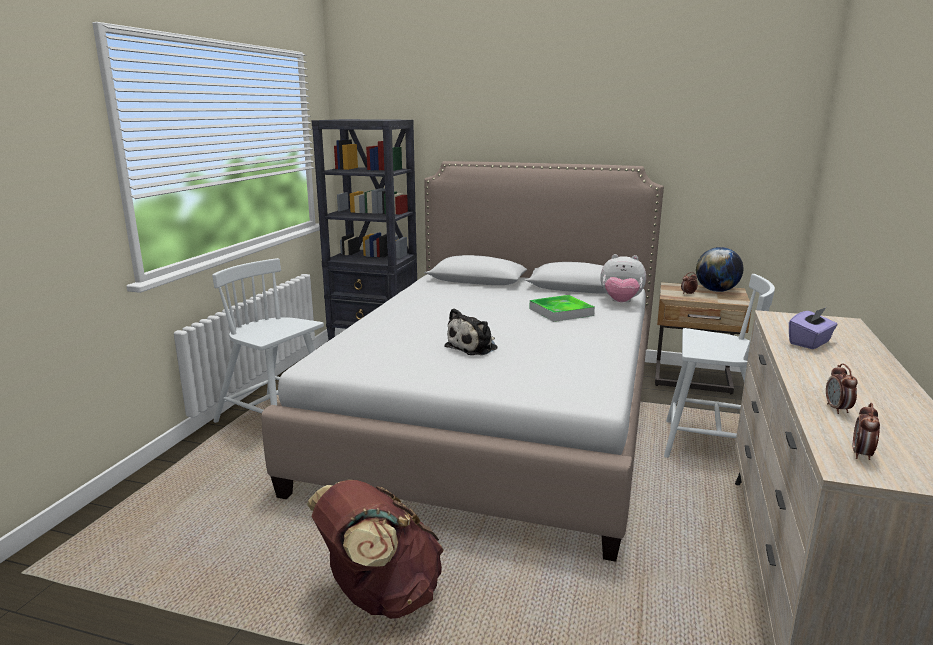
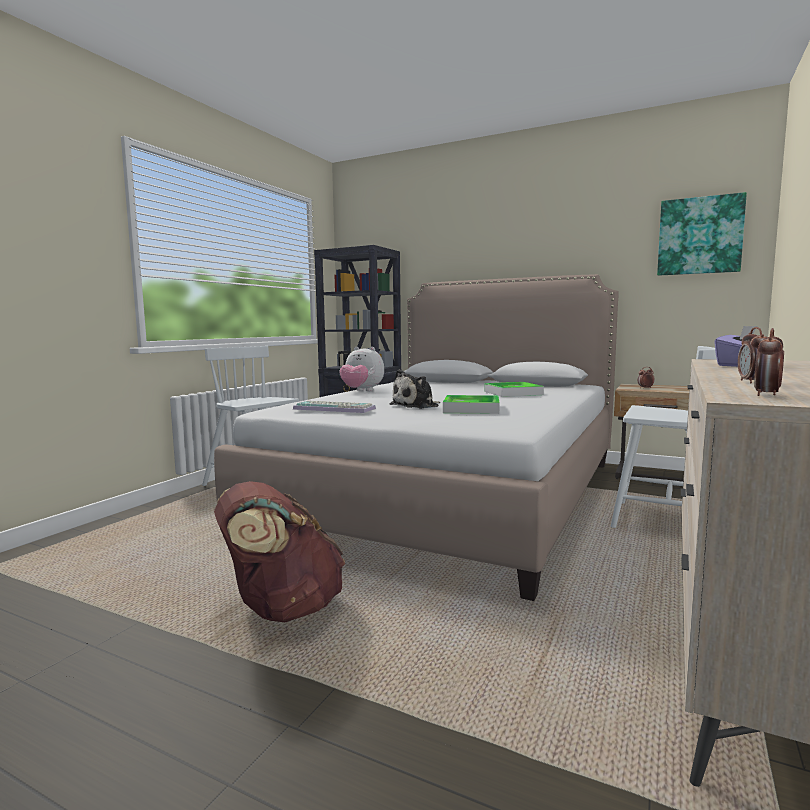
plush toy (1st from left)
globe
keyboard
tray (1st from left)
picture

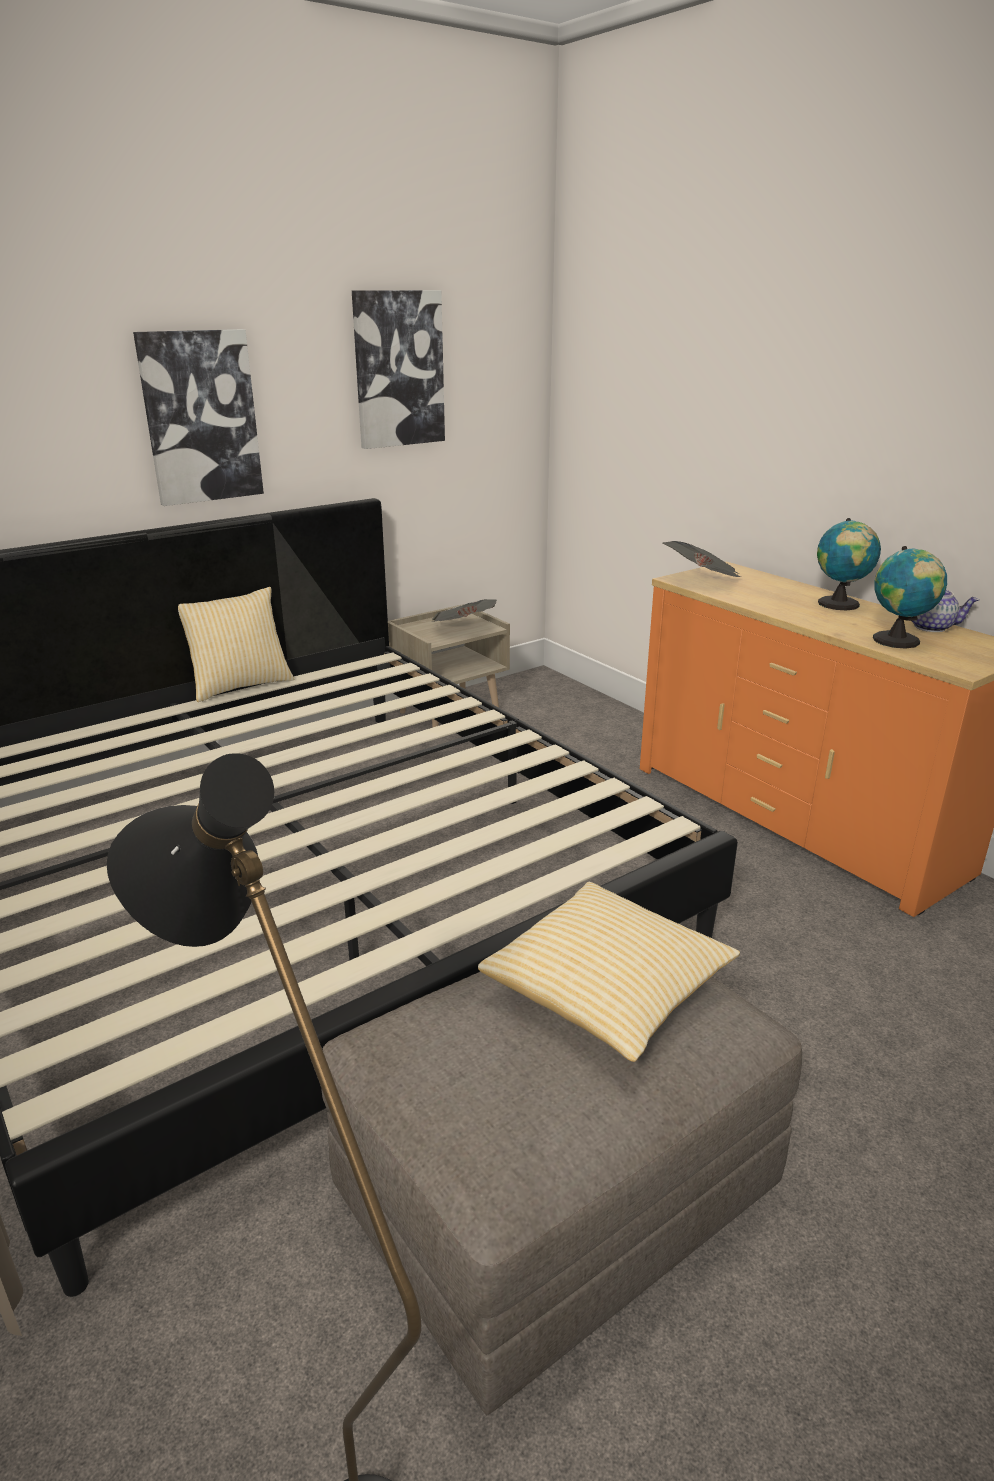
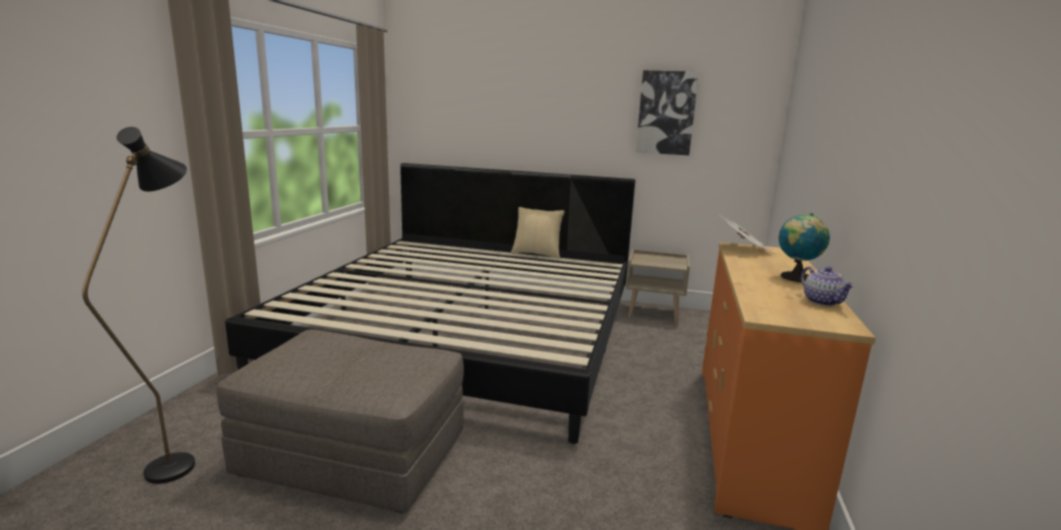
picture (1st from left in the first image)
newspaper (1st from left in the first image)
pillow (2nd from left in the first image)
globe (2nd from left in the first image)

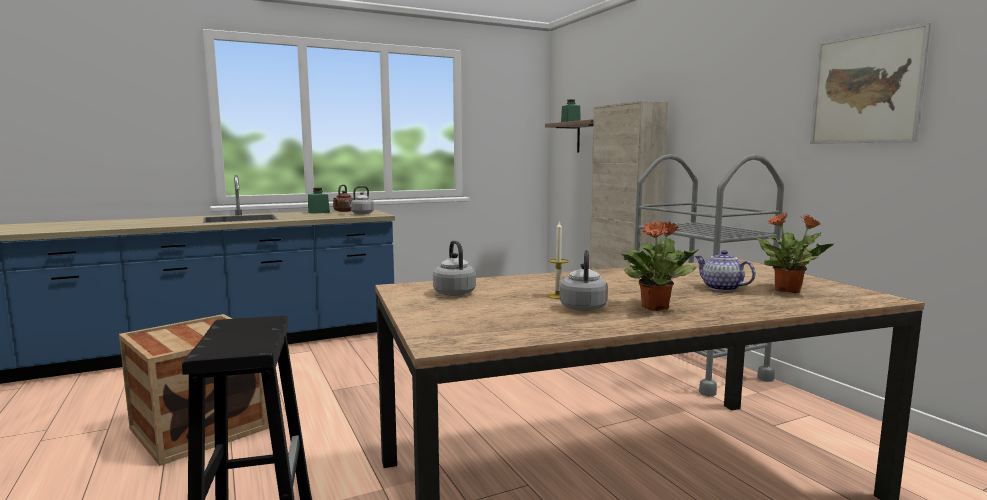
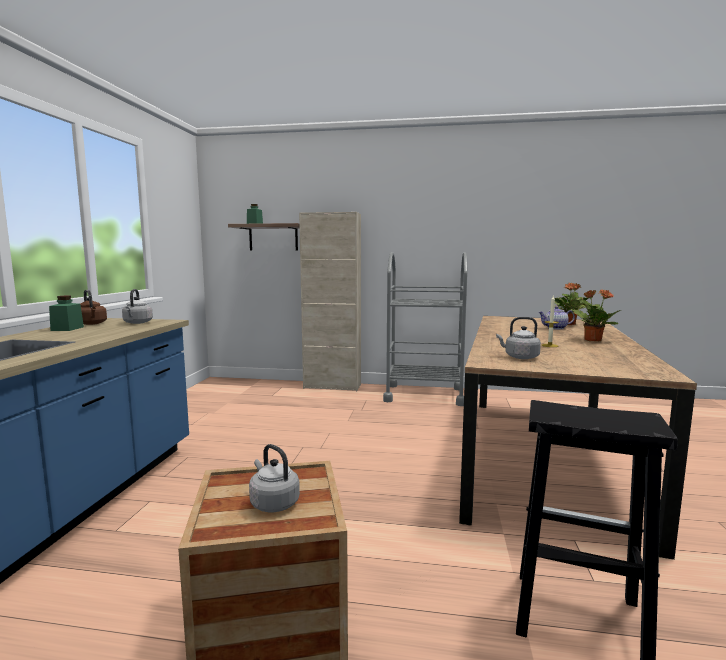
grey kettle (2nd from left)
picture

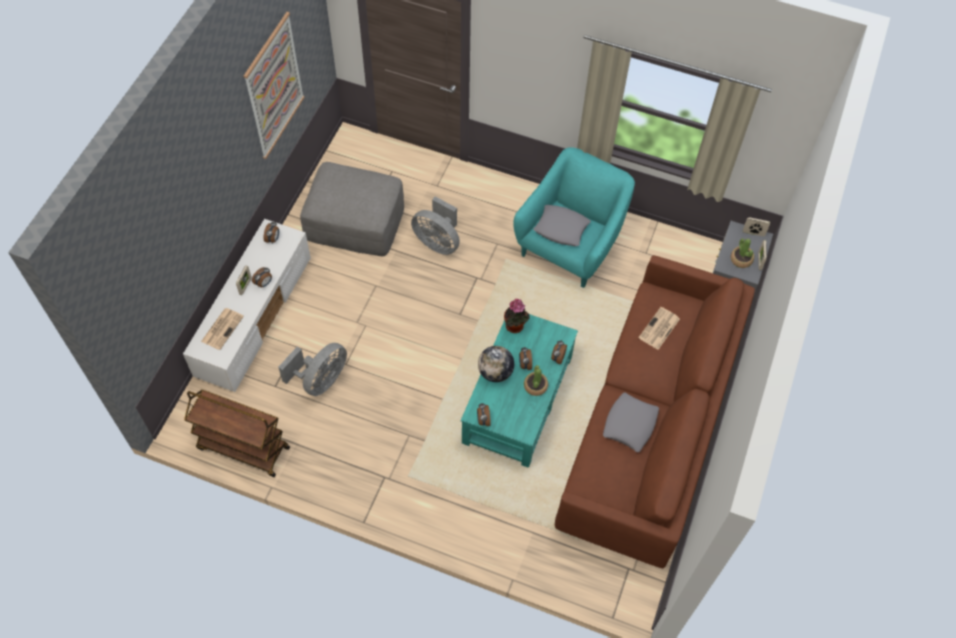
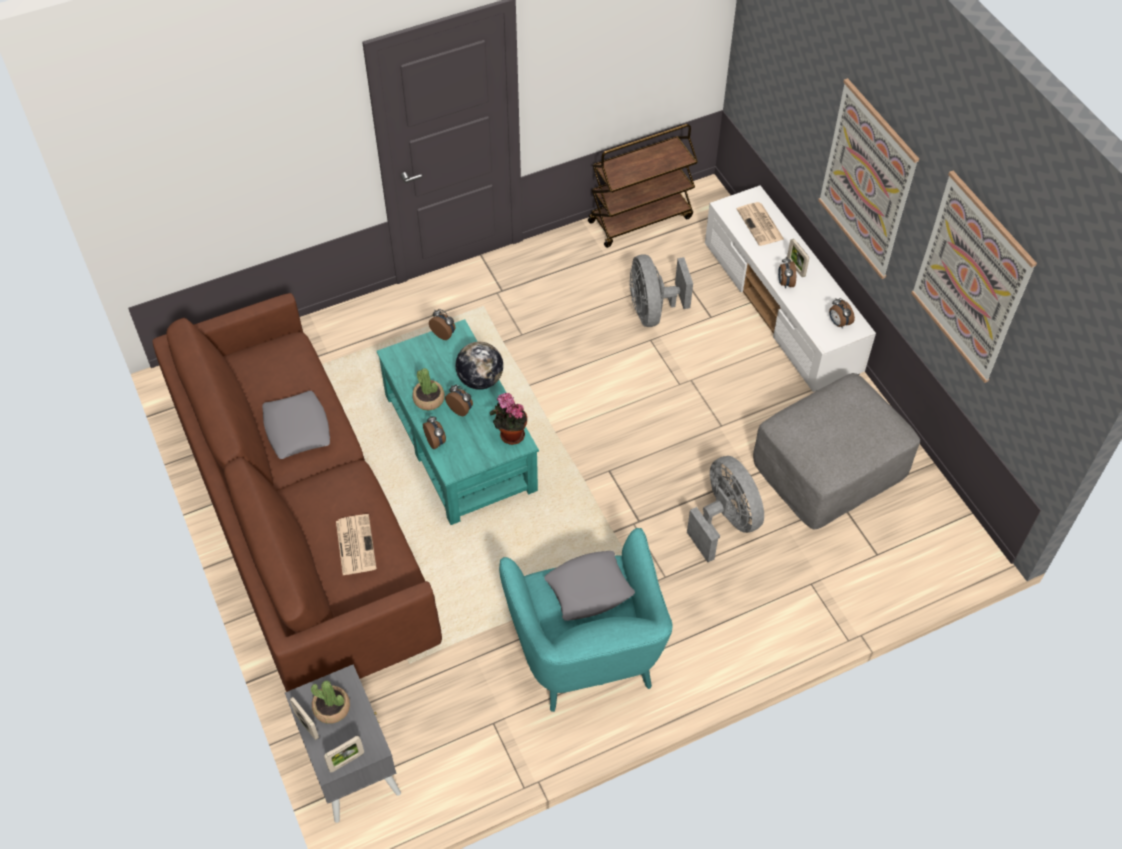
grey fan (2nd from left)
picture (1st from left)

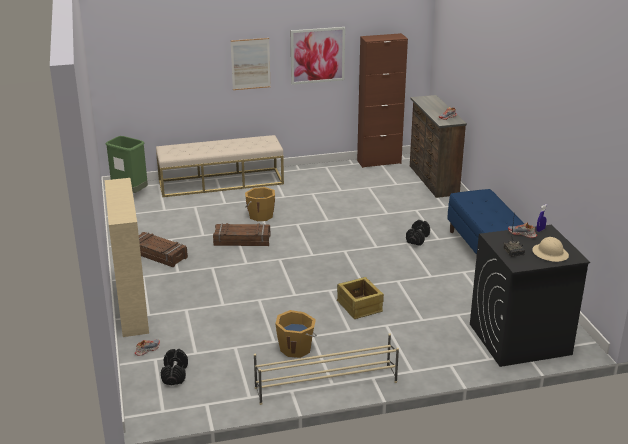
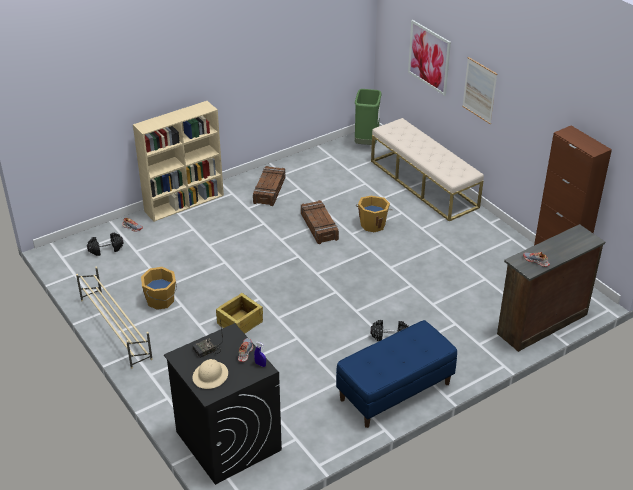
picture (1st from left)

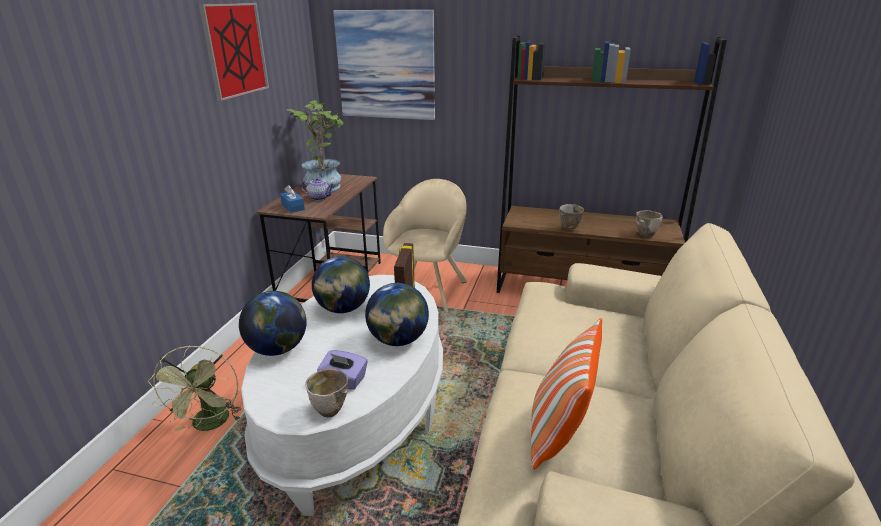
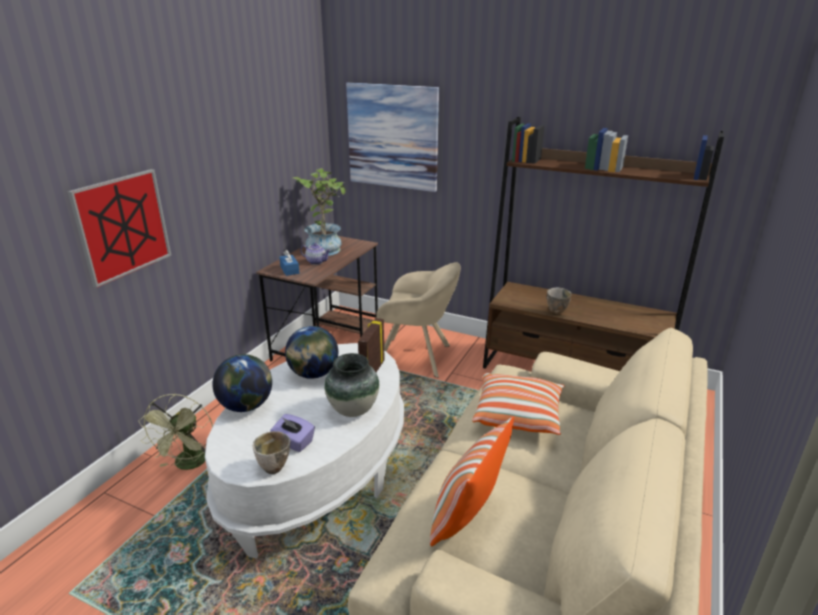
picture (1st from left)
vase
beige armchair
bowl (3rd from left in the first image)
pillow (2nd from left)

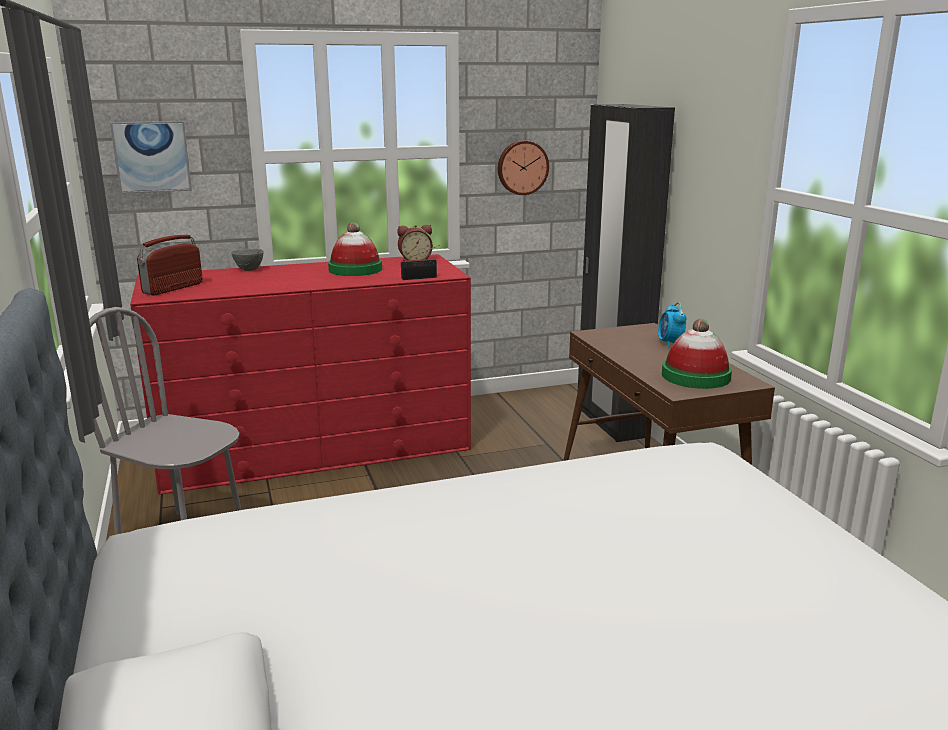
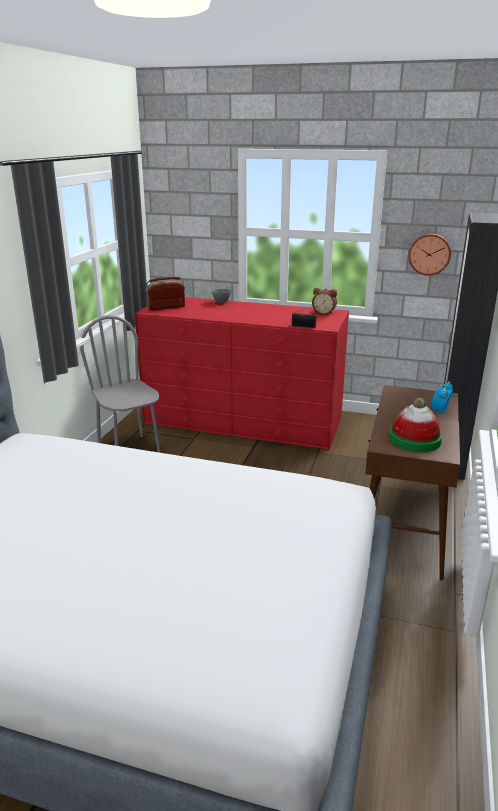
picture
hat (1st from left in the first image)

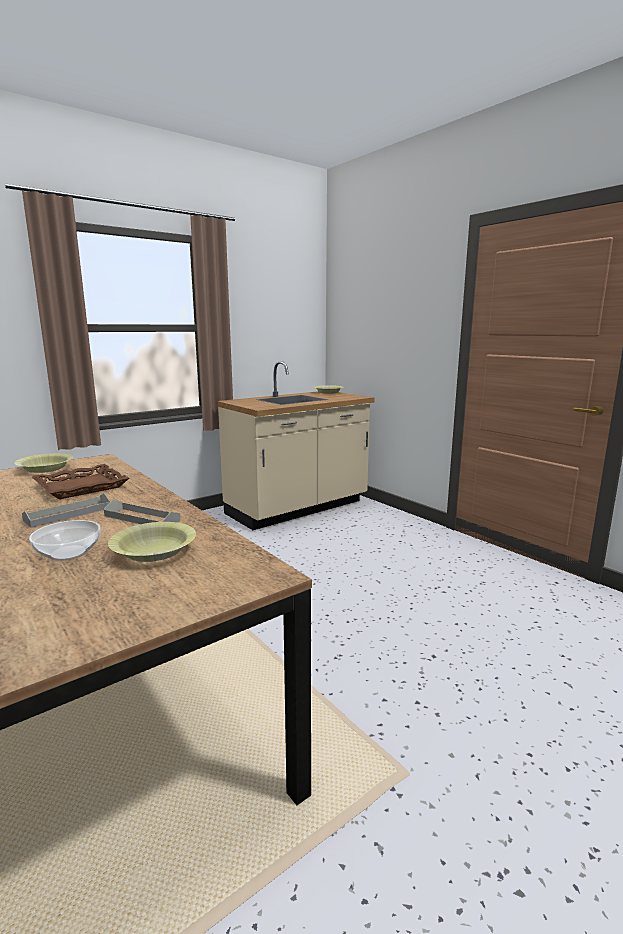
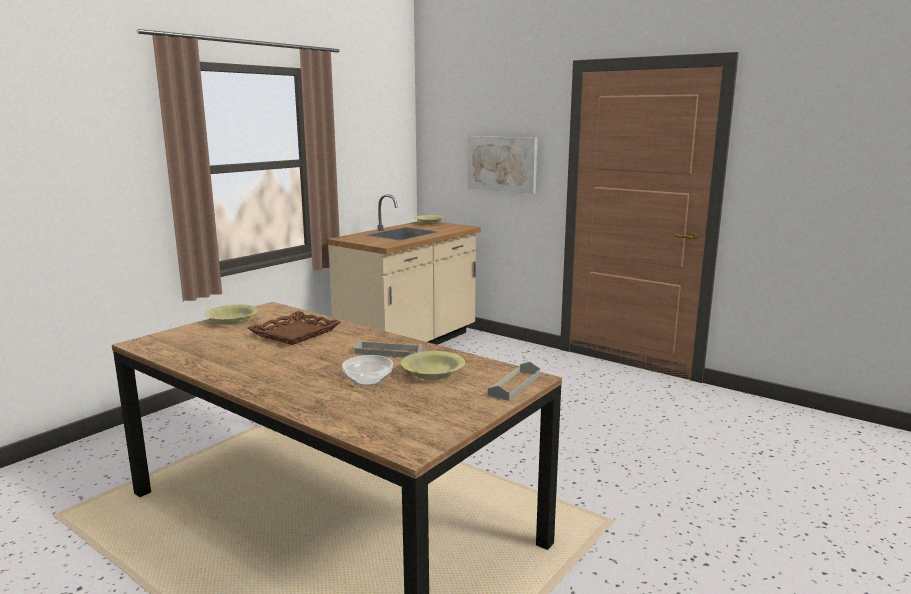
grey tray (2nd from left)
picture

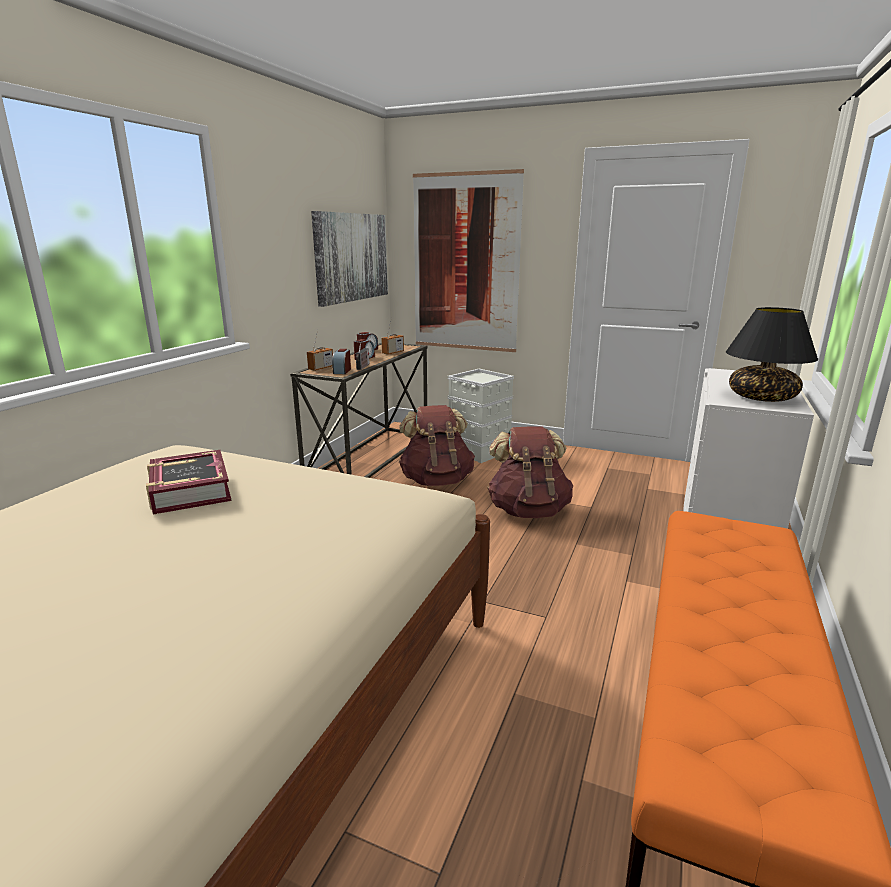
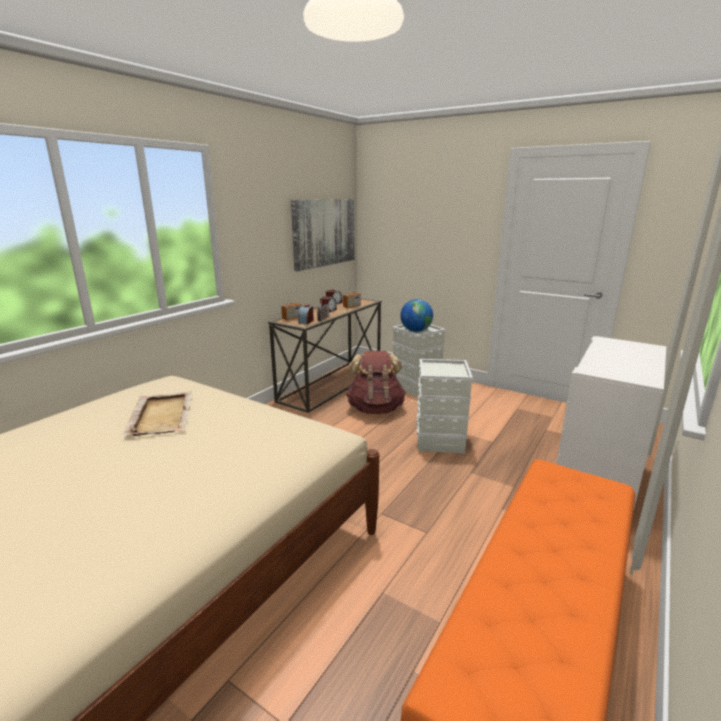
beige tray
picture (2nd from left in the first image)
grey storage box (2nd from left)
black table lamp
globe

